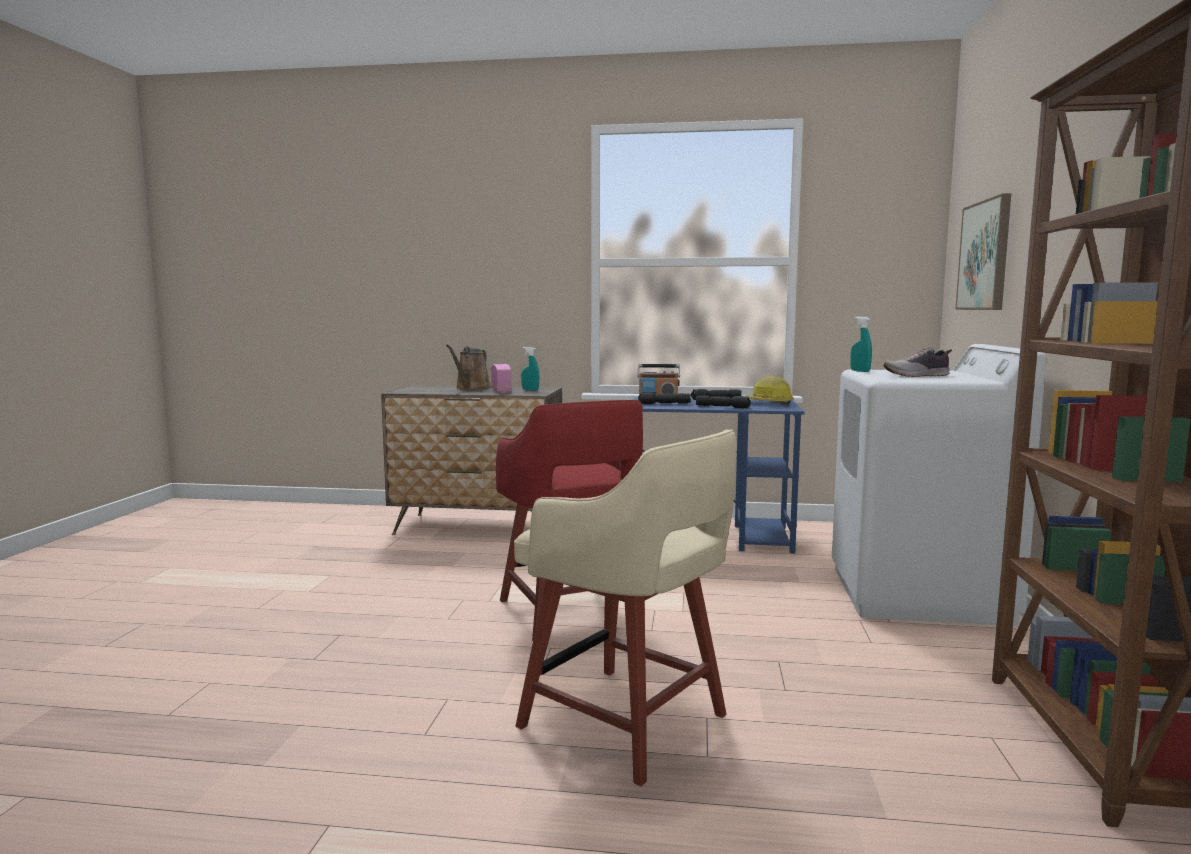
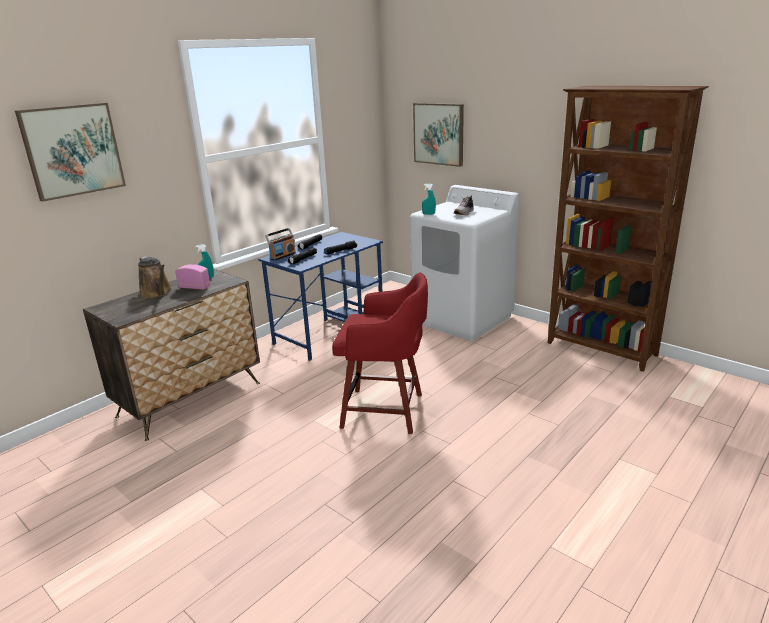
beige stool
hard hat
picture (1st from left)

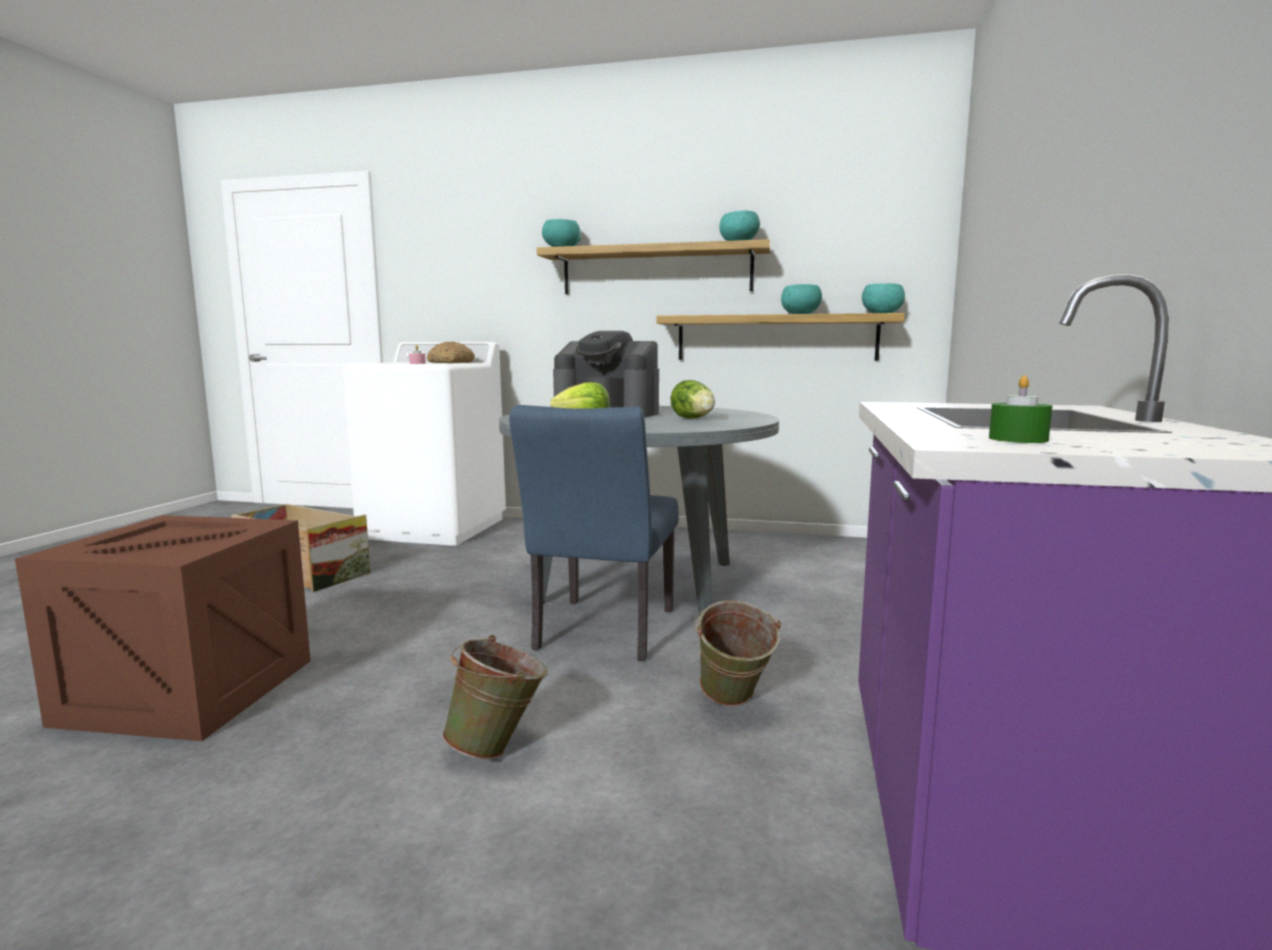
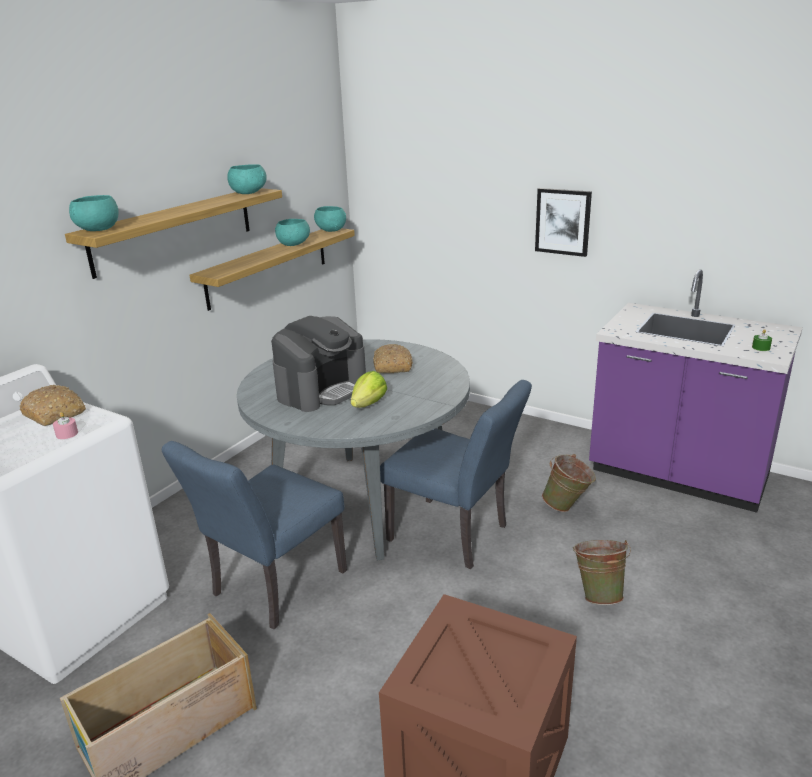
bread (2nd from left)
blue chair (1st from left)
picture

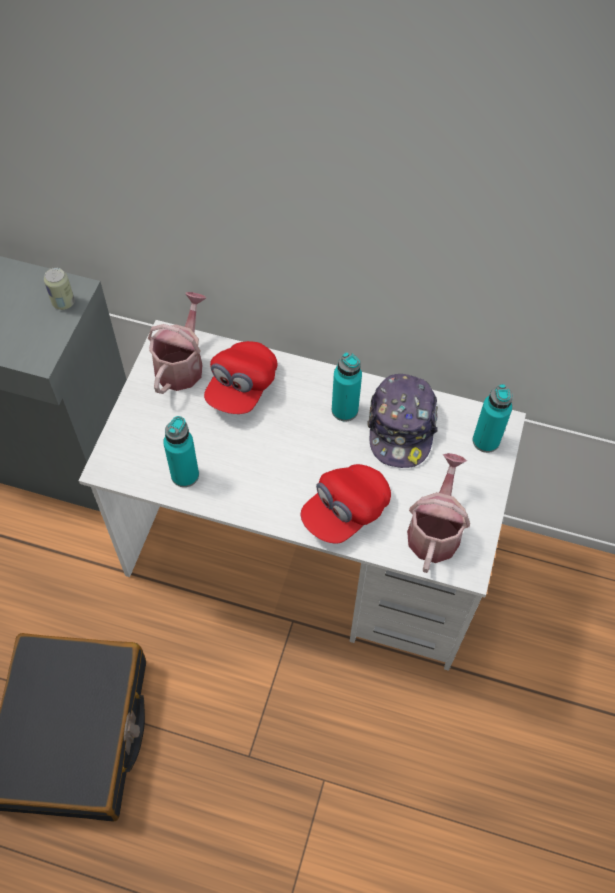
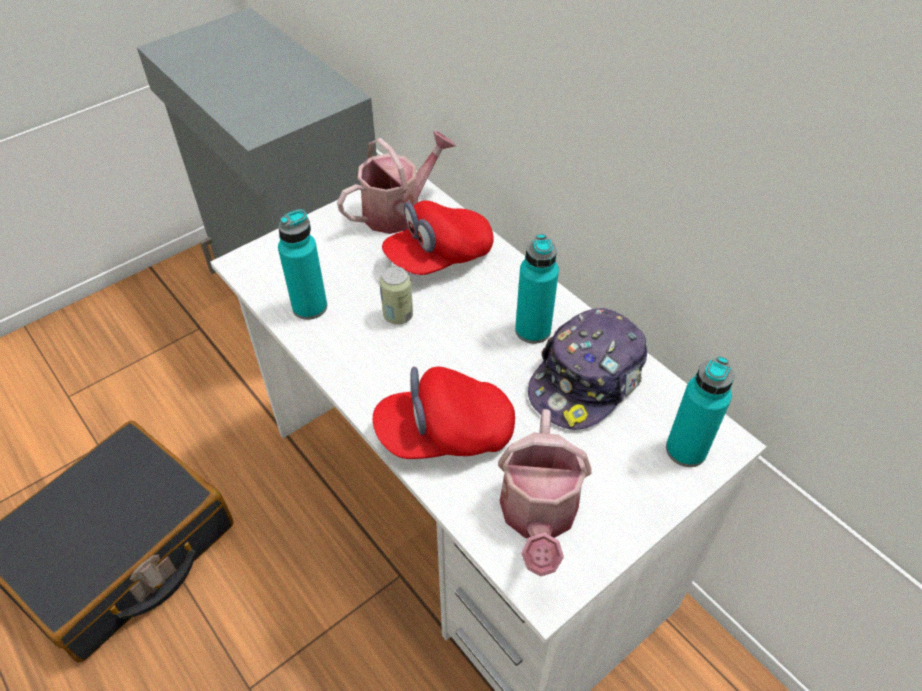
can
watering can (2nd from left)

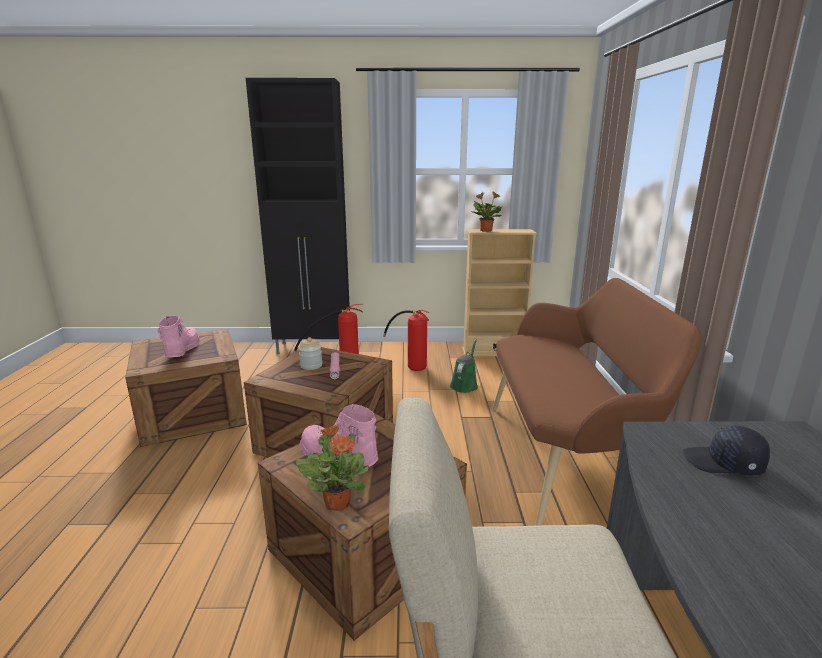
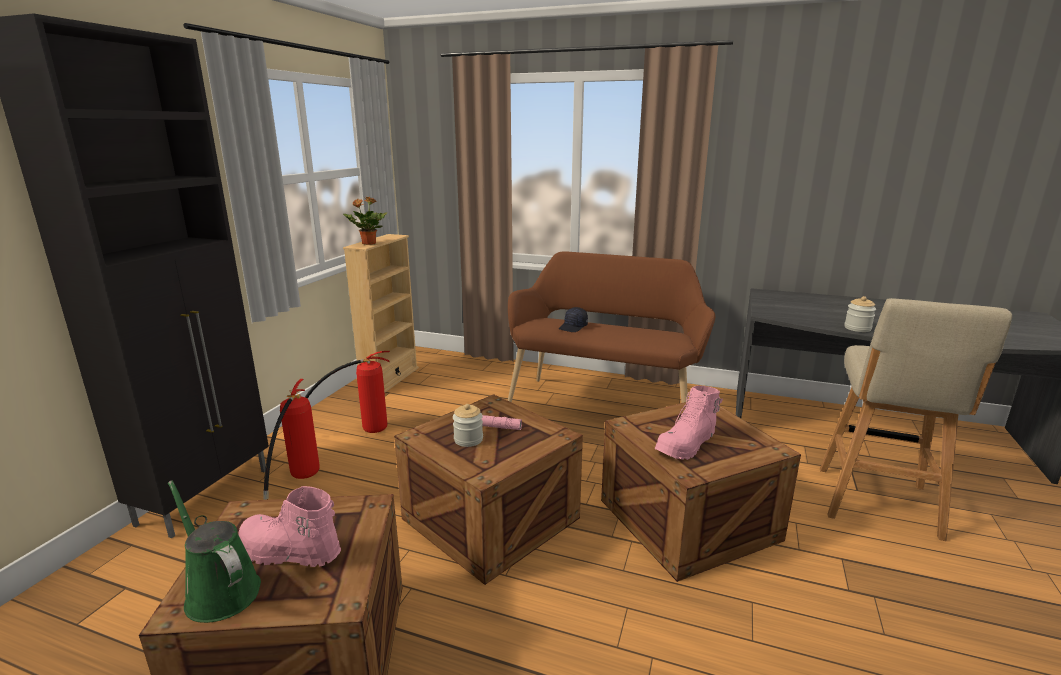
potted plant (1st from left in the first image)
green watering can
black cap
jar (2nd from left)

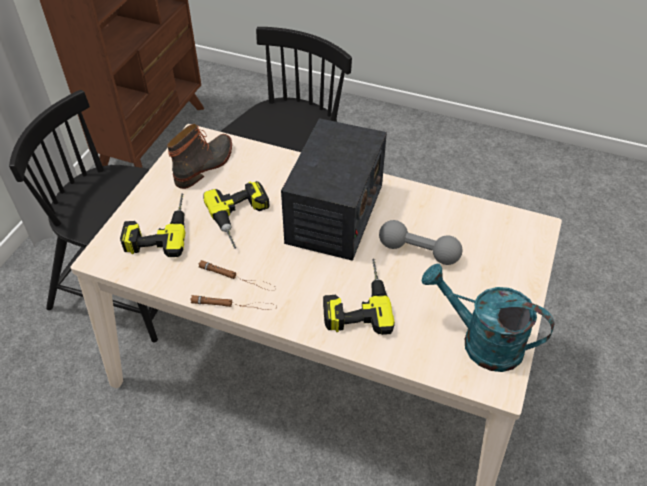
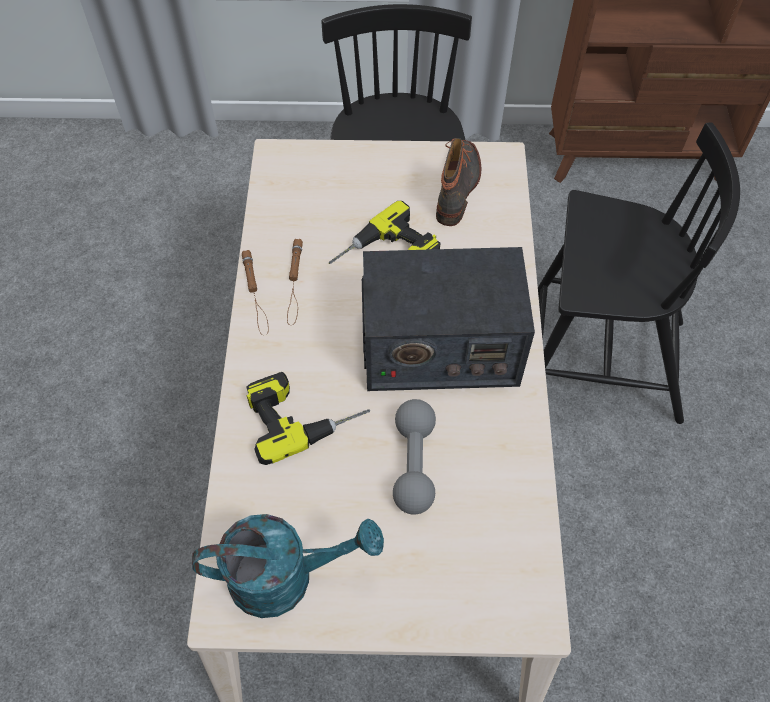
power drill (1st from left in the first image)
boot
turquoise watering can

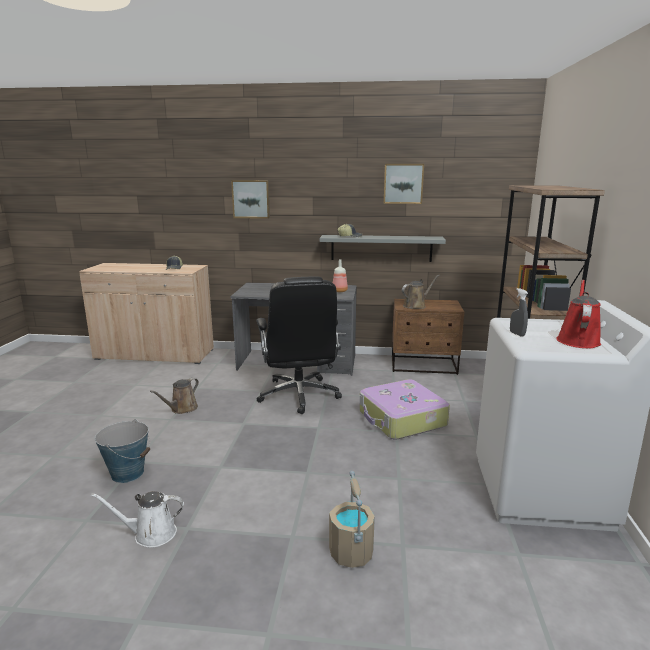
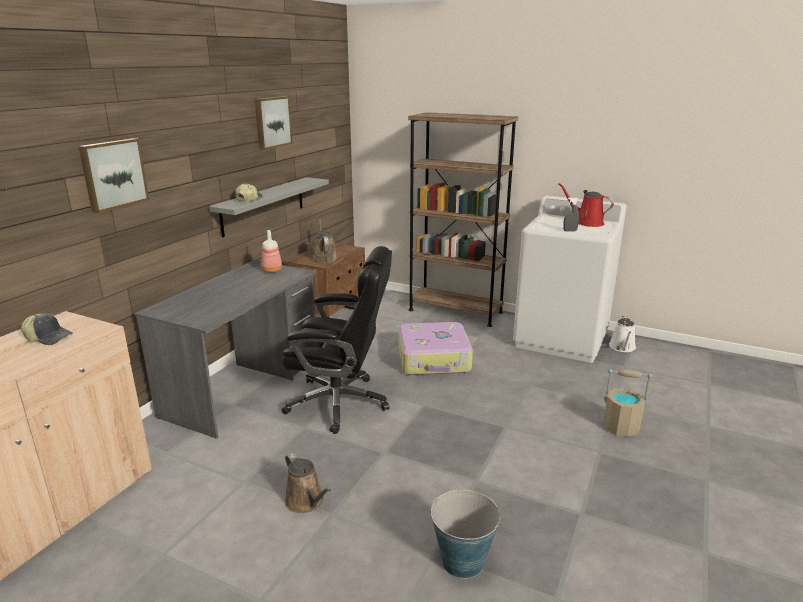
white watering can

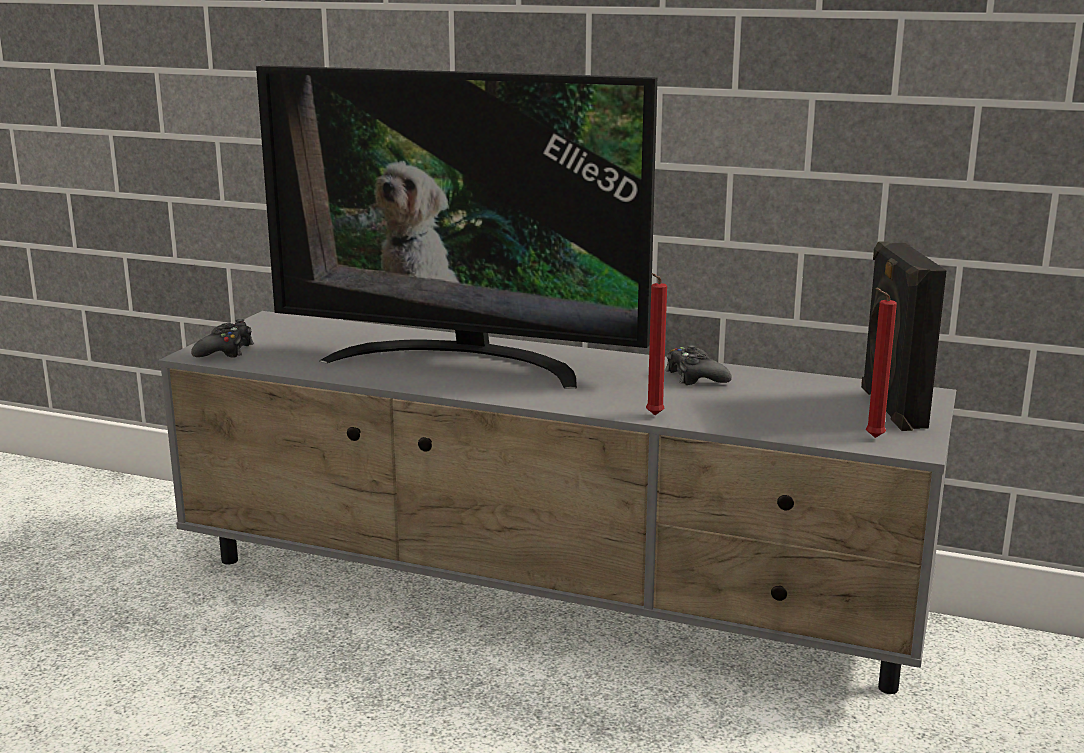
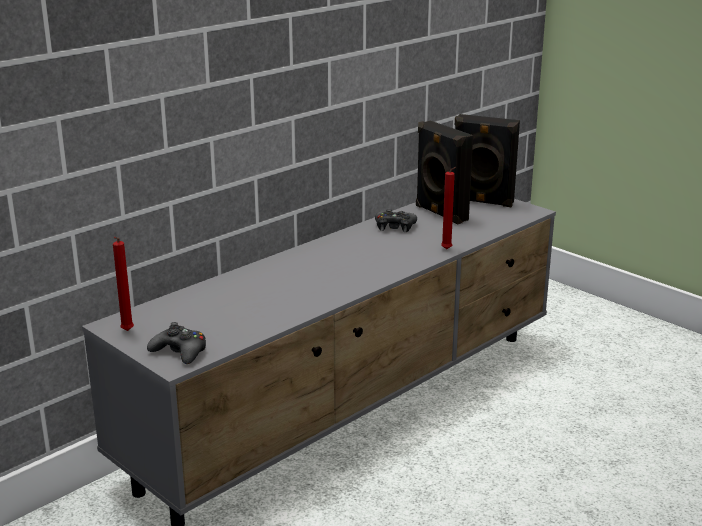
television
red candle (1st from left)
black speaker (1st from left)

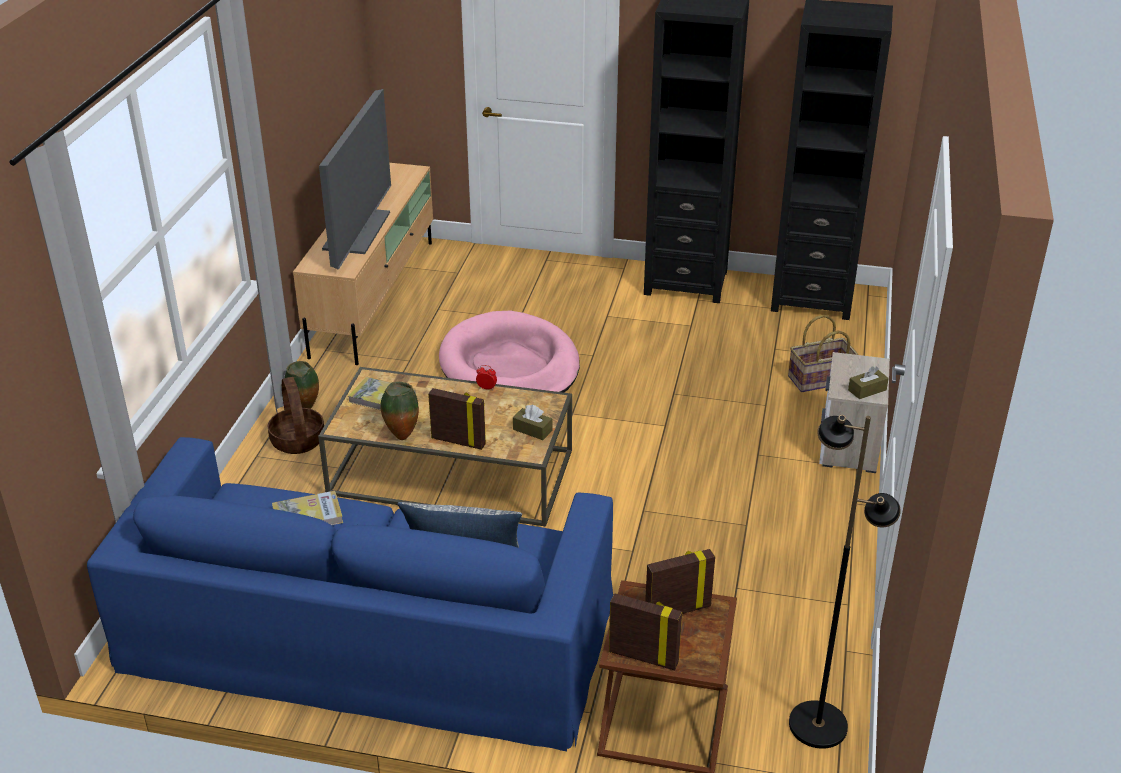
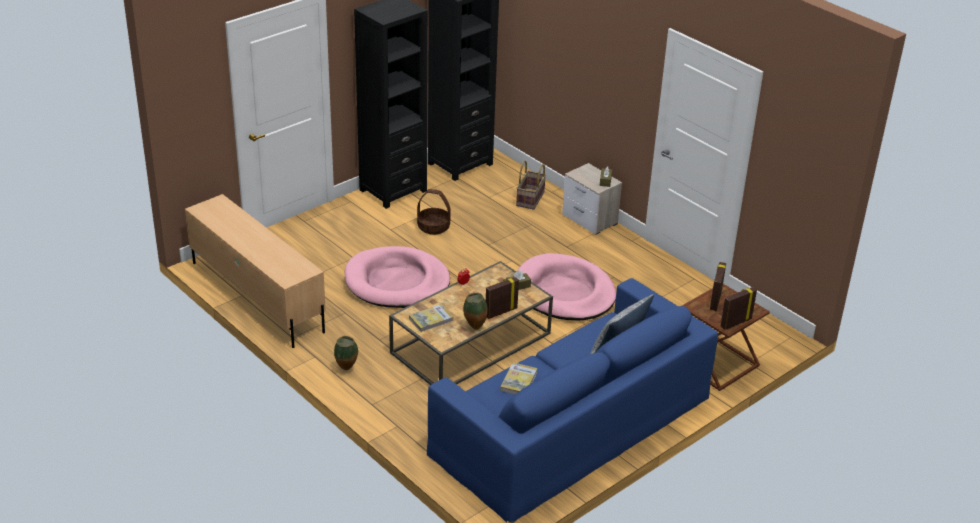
basket (1st from left)
television
black floor lamp
pink dog bed (2nd from left)

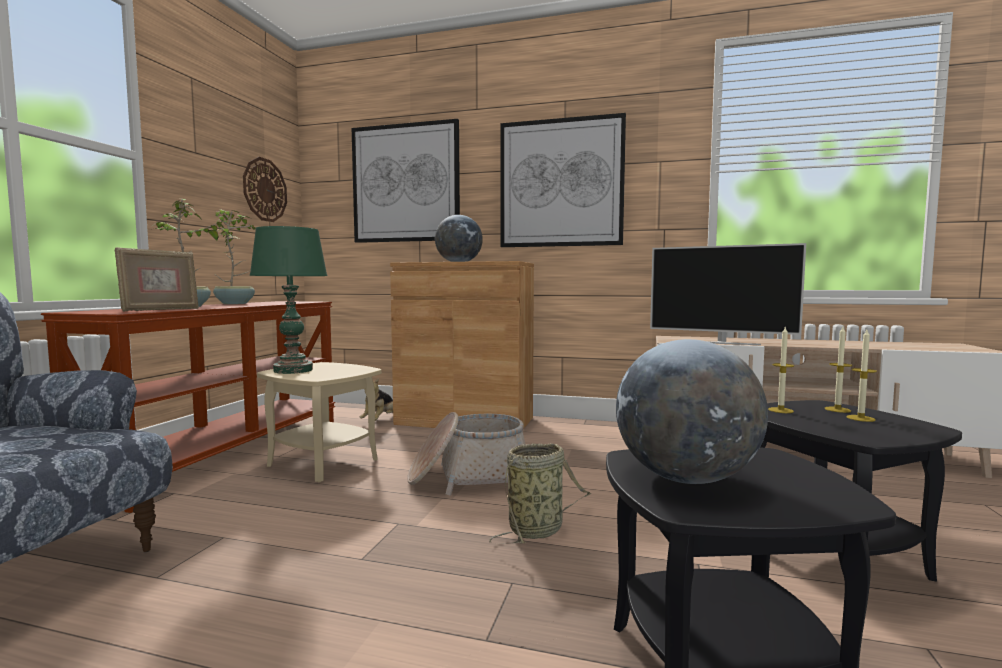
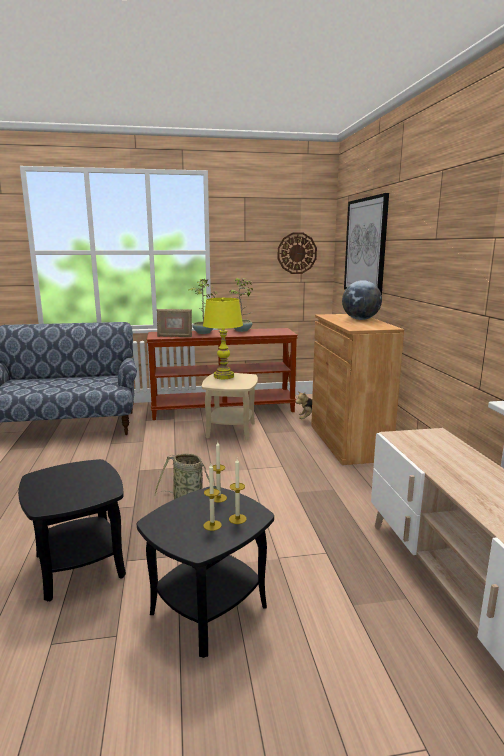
yellow table lamp
basket (1st from left in the first image)
picture (2nd from left in the first image)
globe (2nd from left in the first image)
television

